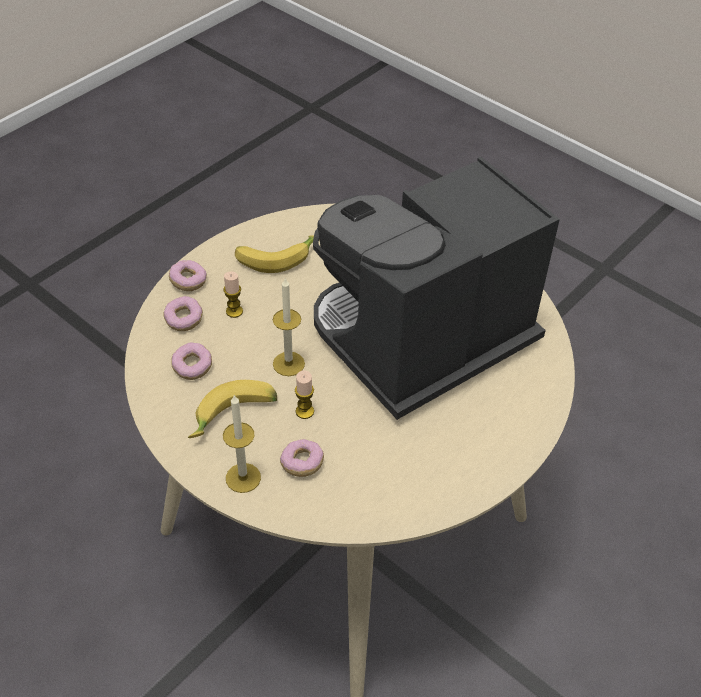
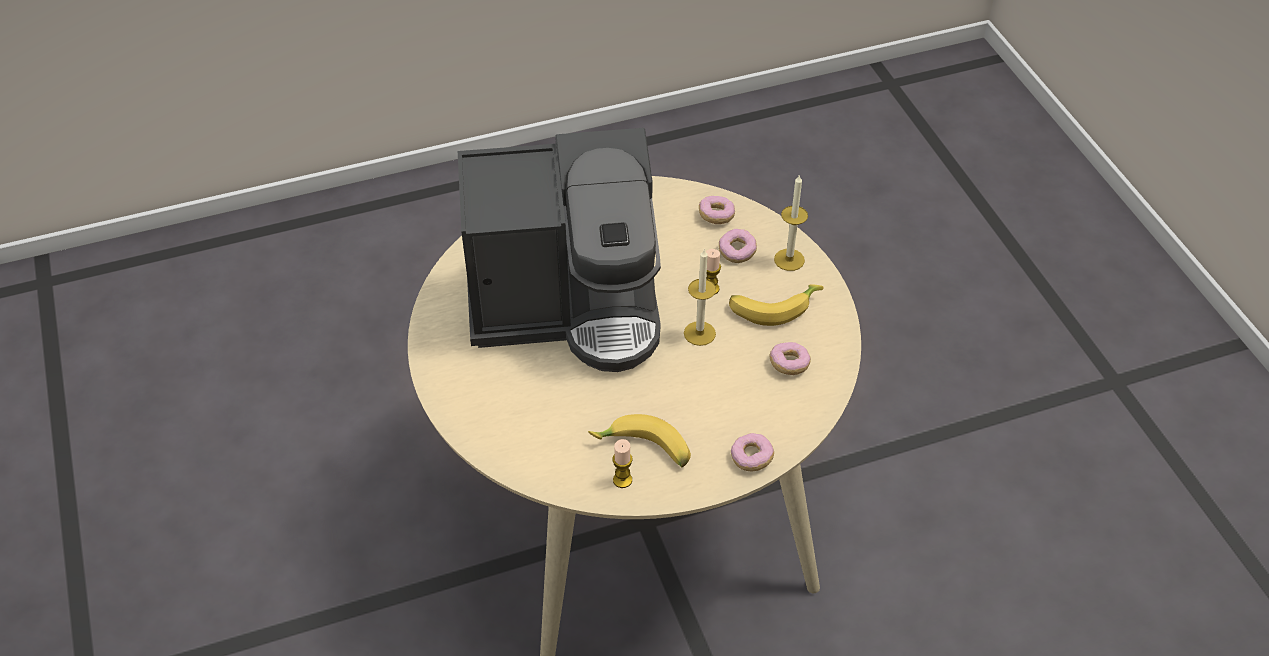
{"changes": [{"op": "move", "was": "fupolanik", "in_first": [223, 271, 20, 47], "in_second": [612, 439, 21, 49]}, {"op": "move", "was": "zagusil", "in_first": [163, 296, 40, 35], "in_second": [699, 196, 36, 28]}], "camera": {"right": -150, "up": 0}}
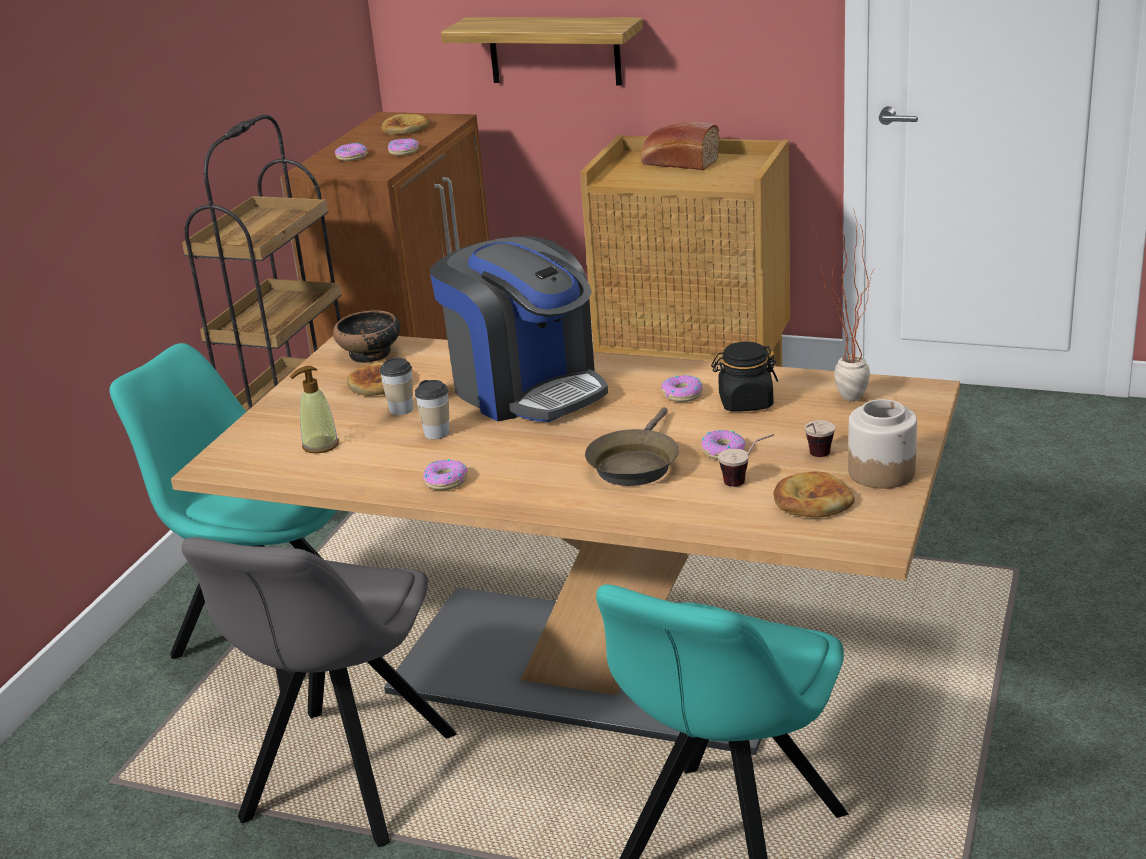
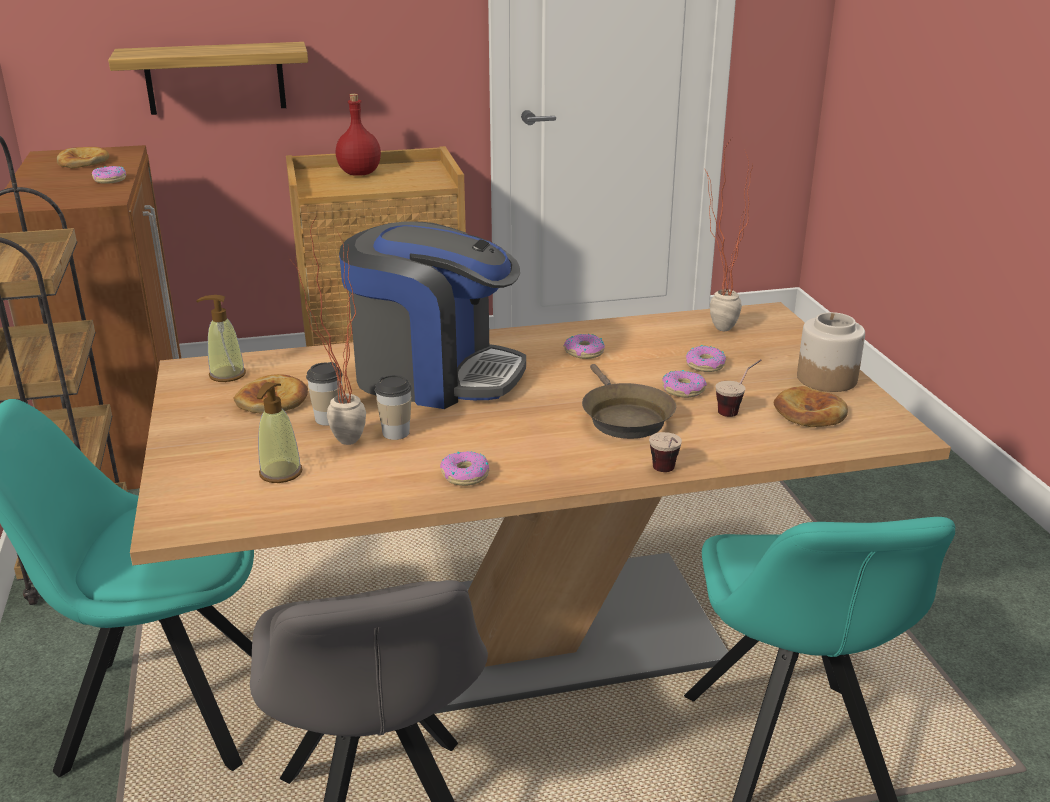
{"changes": [{"op": "replace", "was": "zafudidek", "now": "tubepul", "in_first": [333, 310, 68, 53], "in_second": [196, 295, 50, 87]}, {"op": "insert", "now": "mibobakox", "in_second": [289, 217, 77, 228]}, {"op": "replace", "was": "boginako", "now": "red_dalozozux", "in_first": [641, 121, 78, 49], "in_second": [336, 94, 45, 82]}, {"op": "move", "was": "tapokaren", "in_first": [805, 420, 30, 37], "in_second": [649, 432, 33, 40]}, {"op": "move", "was": "zagusil", "in_first": [335, 143, 33, 18], "in_second": [686, 345, 40, 27]}, {"op": "delete", "was": "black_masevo", "in_first": [711, 342, 67, 70]}], "camera": {"right": -35, "up": 0}}
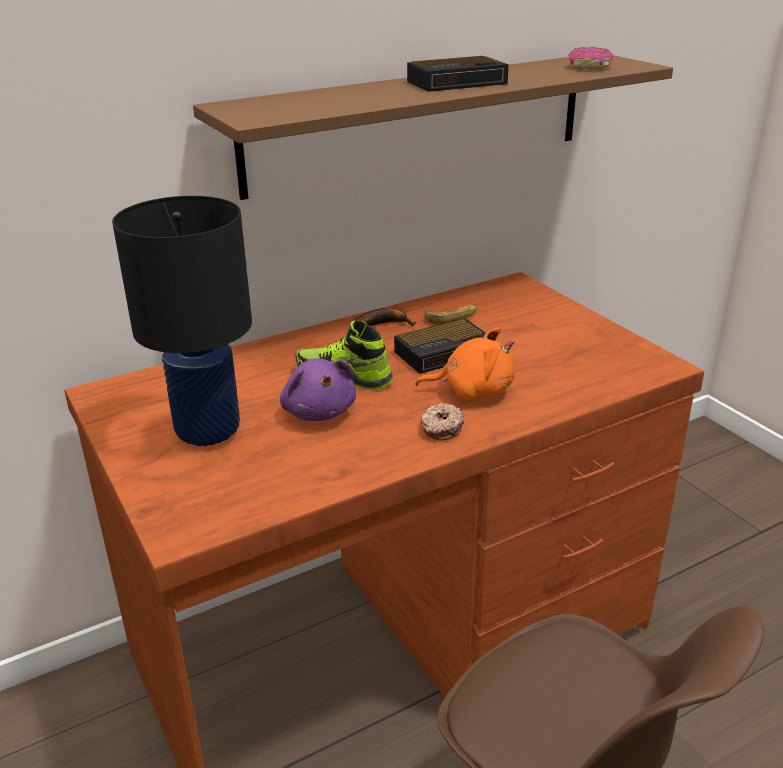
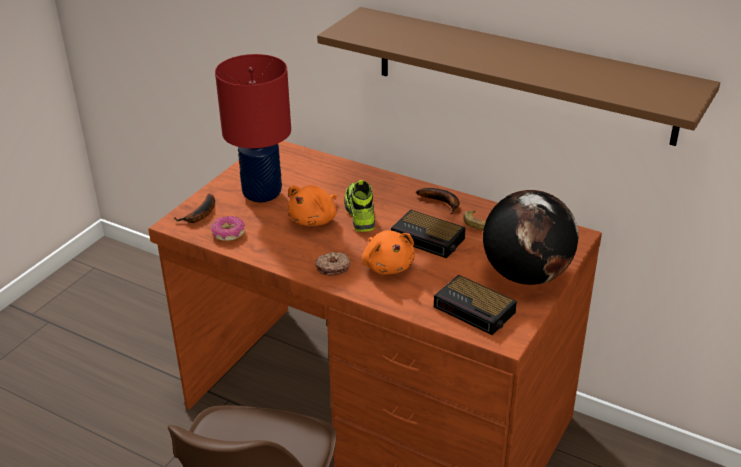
{"changes": [{"op": "insert", "now": "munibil", "in_second": [174, 194, 41, 29]}, {"op": "move", "was": "zagusil", "in_first": [568, 47, 45, 22], "in_second": [211, 216, 34, 25]}, {"op": "recolor", "was": "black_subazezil", "now": "red_subazezil", "in_first": [112, 196, 140, 250], "in_second": [215, 54, 76, 148]}, {"op": "recolor", "was": "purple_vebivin", "now": "orange_vebivin", "in_first": [280, 358, 76, 63], "in_second": [287, 185, 50, 41]}, {"op": "move", "was": "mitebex", "in_first": [407, 56, 102, 36], "in_second": [434, 275, 83, 60]}, {"op": "insert", "now": "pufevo", "in_second": [483, 190, 96, 95]}], "camera": {"right": 60, "up": 5}}
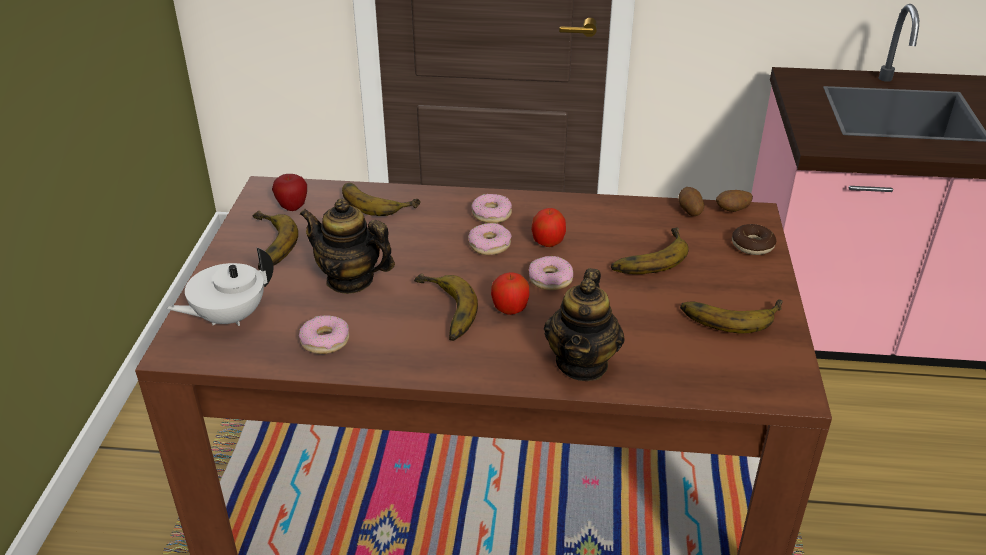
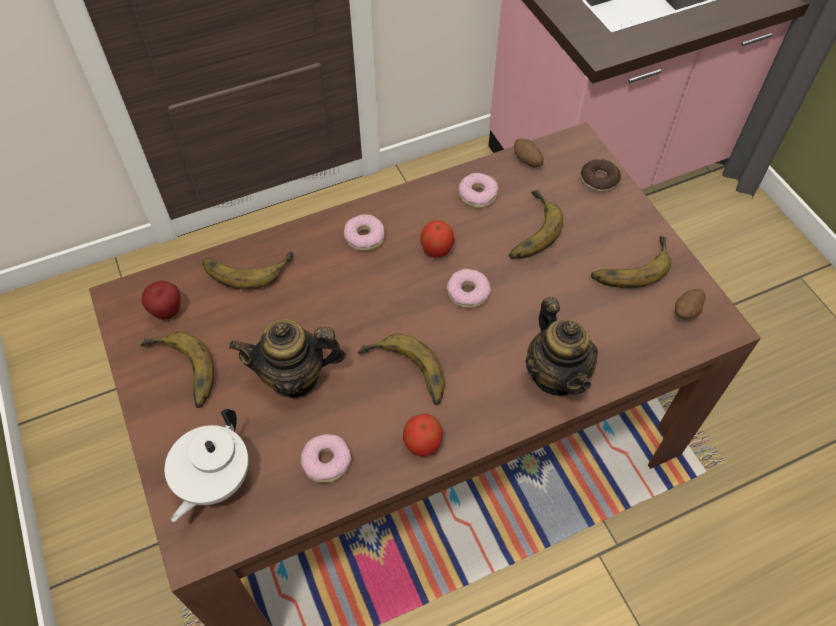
{"changes": [{"op": "move", "was": "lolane", "in_first": [491, 272, 39, 43], "in_second": [403, 414, 40, 42]}, {"op": "move", "was": "zagusil", "in_first": [468, 223, 44, 32], "in_second": [459, 173, 39, 35]}, {"op": "move", "was": "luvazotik", "in_first": [716, 190, 37, 22], "in_second": [675, 289, 31, 30]}], "camera": {"right": -30, "up": 20}}
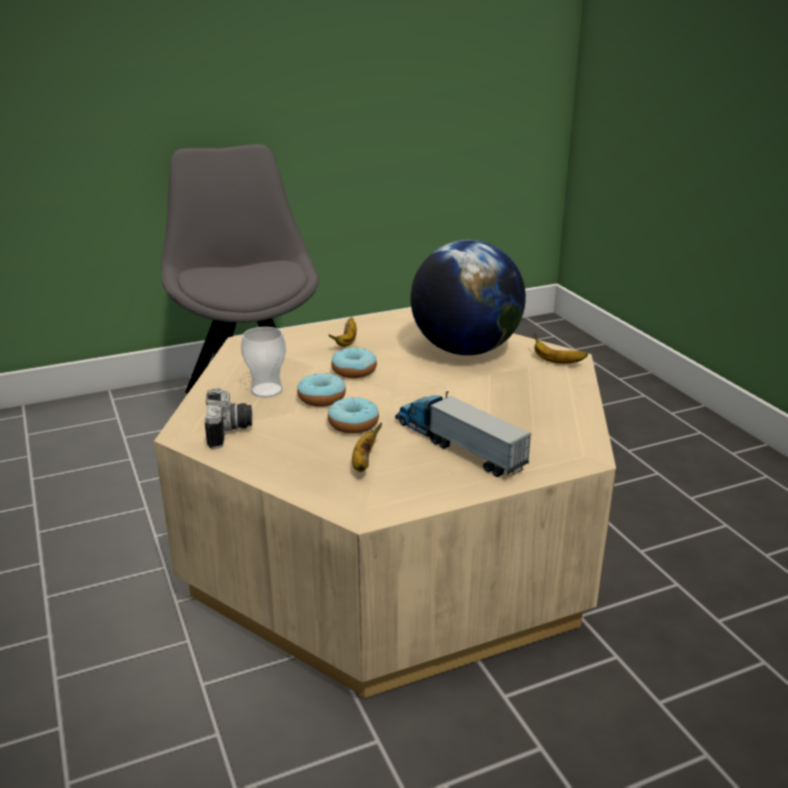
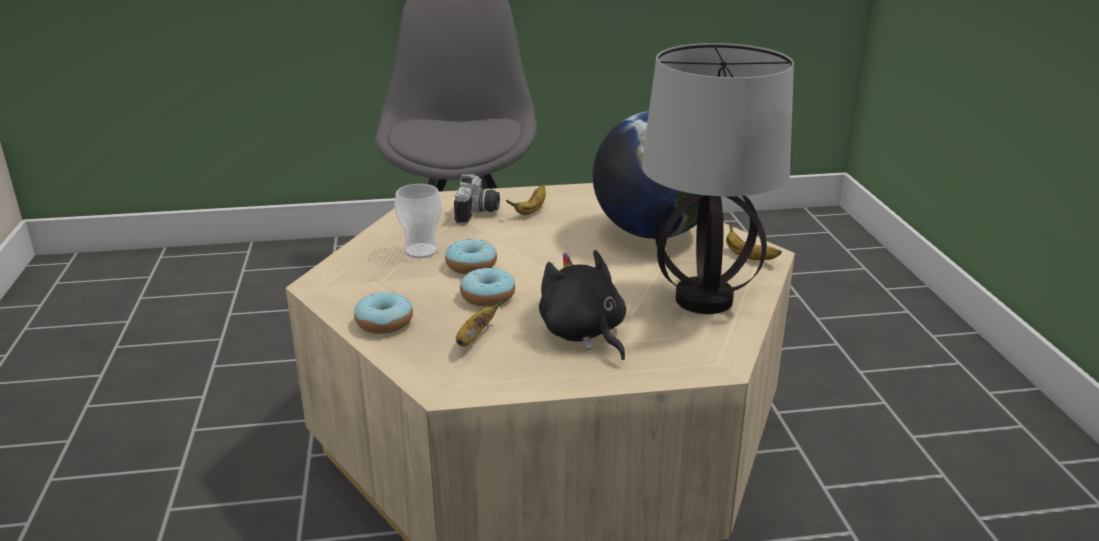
{"changes": [{"op": "move", "was": "zagusil", "in_first": [331, 347, 46, 31], "in_second": [354, 291, 59, 43]}, {"op": "move", "was": "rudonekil", "in_first": [205, 388, 47, 61], "in_second": [454, 174, 46, 51]}, {"op": "replace", "was": "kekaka", "now": "black_vebivin", "in_first": [395, 391, 137, 86], "in_second": [539, 250, 87, 110]}, {"op": "insert", "now": "subazezil", "in_second": [642, 43, 152, 271]}], "camera": {"right": 15, "up": 0}}
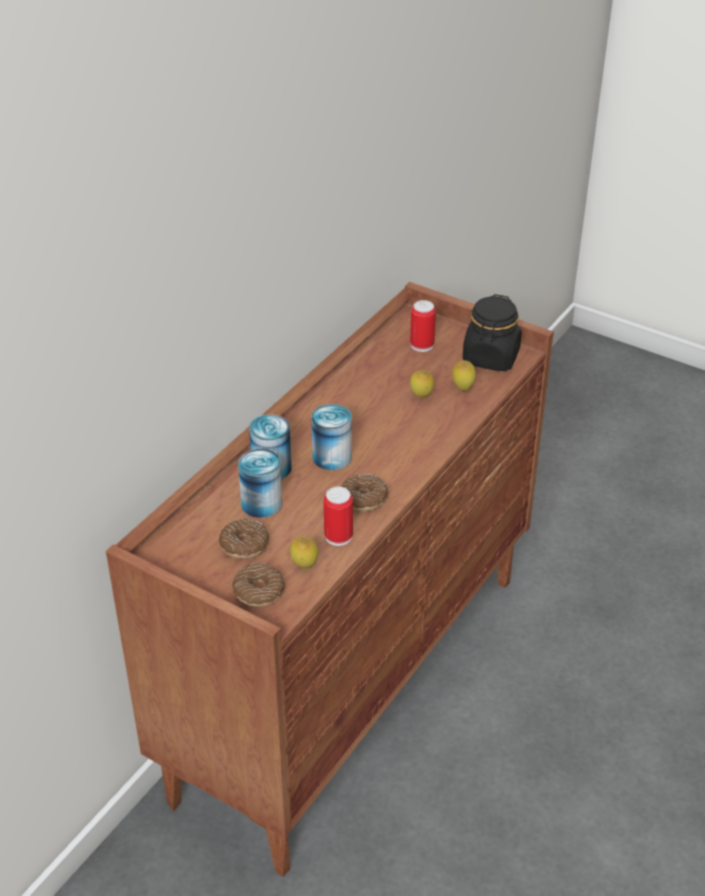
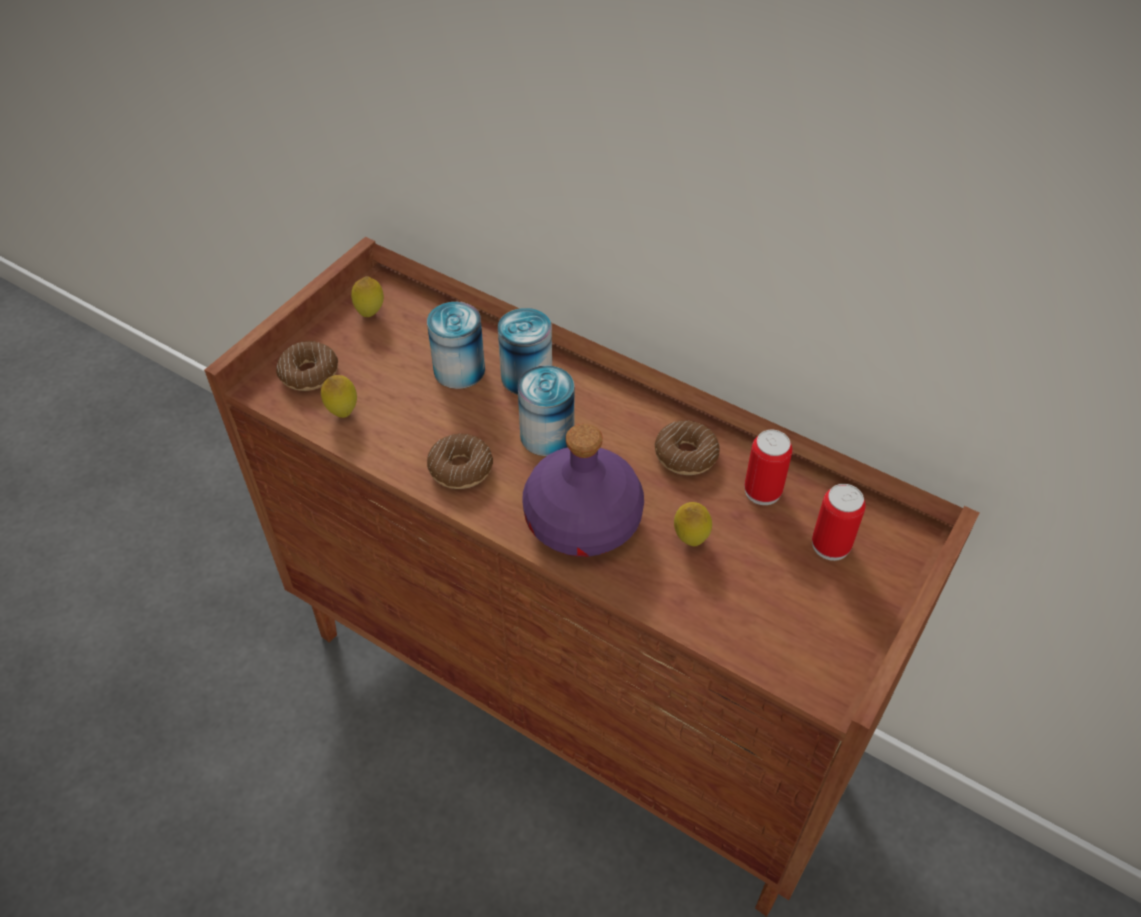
{"changes": [{"op": "move", "was": "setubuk", "in_first": [452, 360, 24, 31], "in_second": [351, 276, 33, 41]}, {"op": "insert", "now": "purple_dalozozux", "in_second": [522, 424, 122, 133]}, {"op": "move", "was": "zagusil", "in_first": [219, 519, 50, 40], "in_second": [655, 421, 64, 54]}, {"op": "move", "was": "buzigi", "in_first": [324, 487, 29, 59], "in_second": [744, 430, 49, 75]}, {"op": "delete", "was": "black_masevo", "in_first": [463, 294, 59, 77]}], "camera": {"right": 90, "up": 10}}
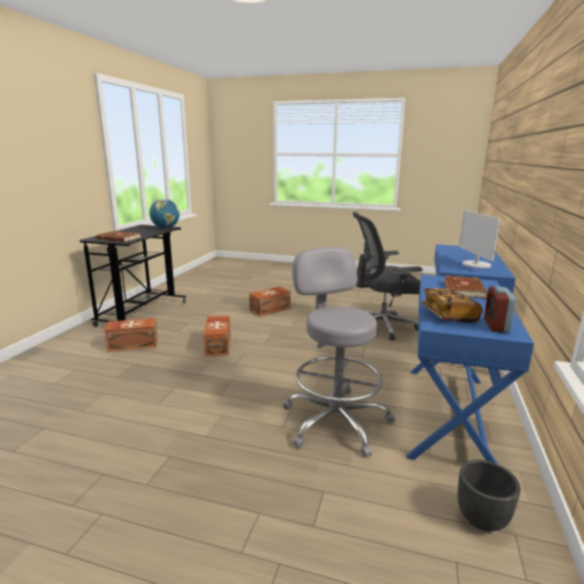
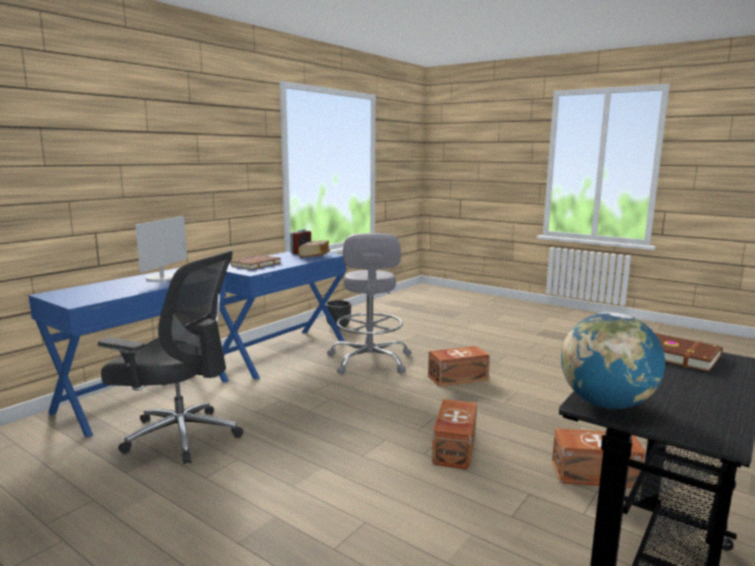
{"changes": [{"op": "move", "was": "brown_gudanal", "in_first": [249, 287, 42, 30], "in_second": [428, 346, 62, 41]}], "camera": {"right": -160, "up": -5}}
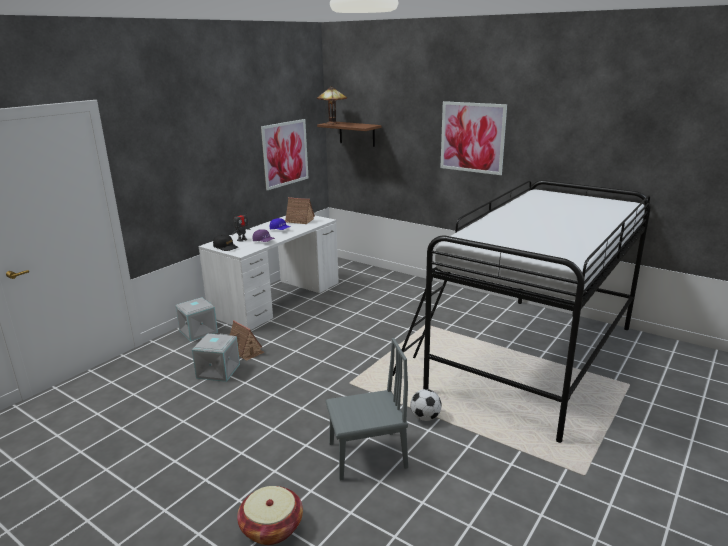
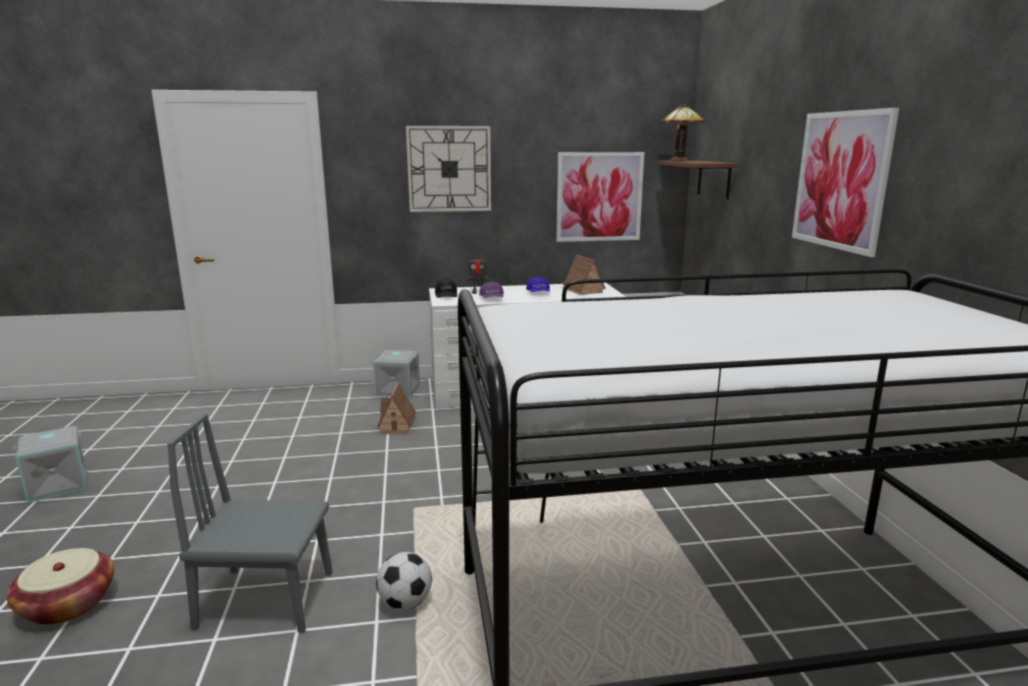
{"changes": [{"op": "move", "was": "grey_gudanal", "in_first": [192, 334, 48, 48], "in_second": [12, 426, 75, 77]}, {"op": "rotate", "was": "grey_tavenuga", "in_first": [326, 338, 82, 143], "in_second": [167, 413, 165, 220], "clockwise": 150}, {"op": "insert", "now": "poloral", "in_second": [406, 126, 85, 86]}], "camera": {"right": 45, "up": -5}}
